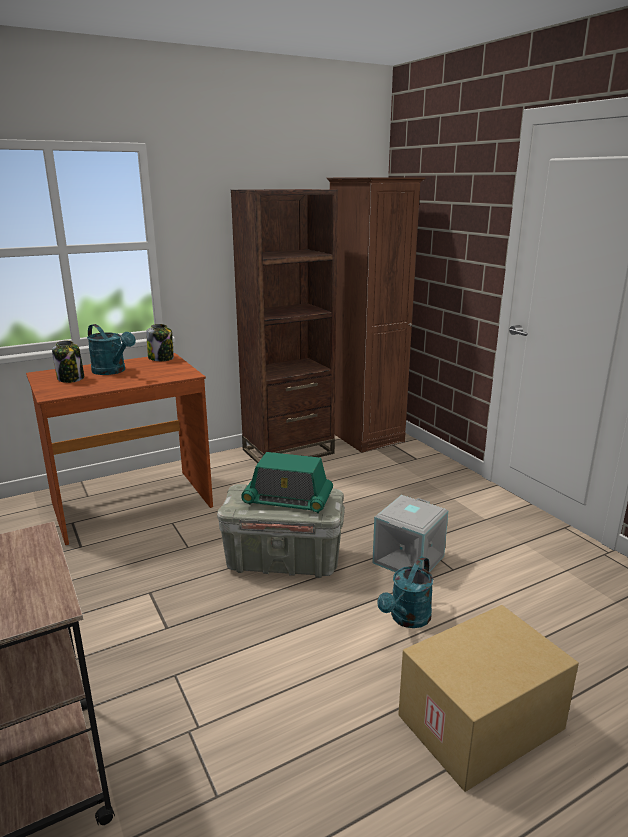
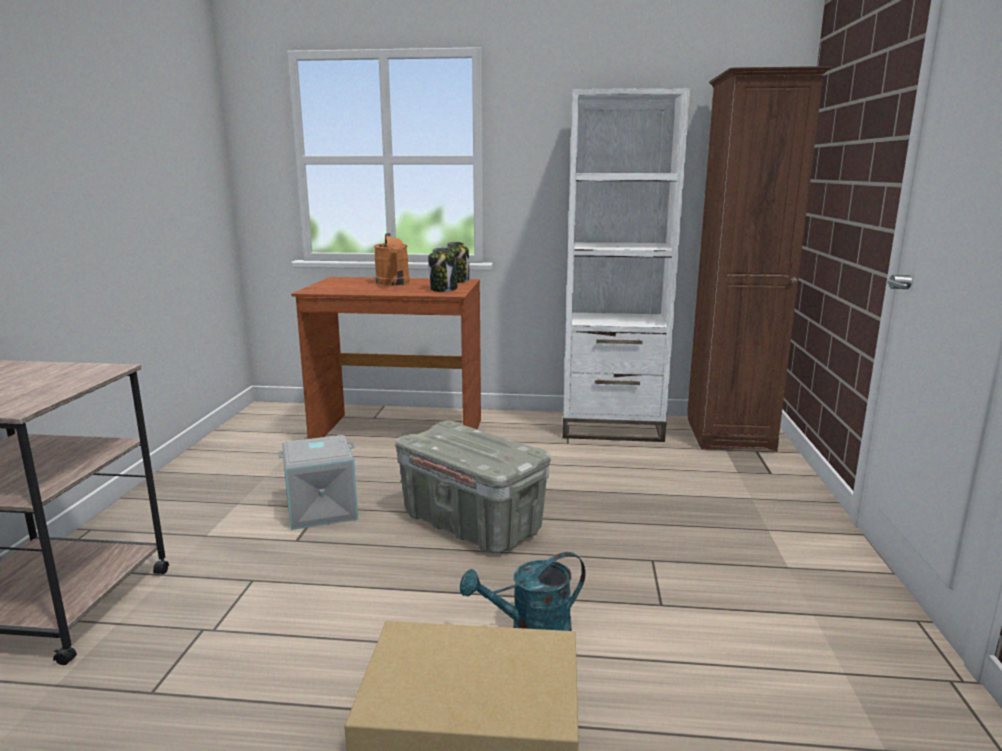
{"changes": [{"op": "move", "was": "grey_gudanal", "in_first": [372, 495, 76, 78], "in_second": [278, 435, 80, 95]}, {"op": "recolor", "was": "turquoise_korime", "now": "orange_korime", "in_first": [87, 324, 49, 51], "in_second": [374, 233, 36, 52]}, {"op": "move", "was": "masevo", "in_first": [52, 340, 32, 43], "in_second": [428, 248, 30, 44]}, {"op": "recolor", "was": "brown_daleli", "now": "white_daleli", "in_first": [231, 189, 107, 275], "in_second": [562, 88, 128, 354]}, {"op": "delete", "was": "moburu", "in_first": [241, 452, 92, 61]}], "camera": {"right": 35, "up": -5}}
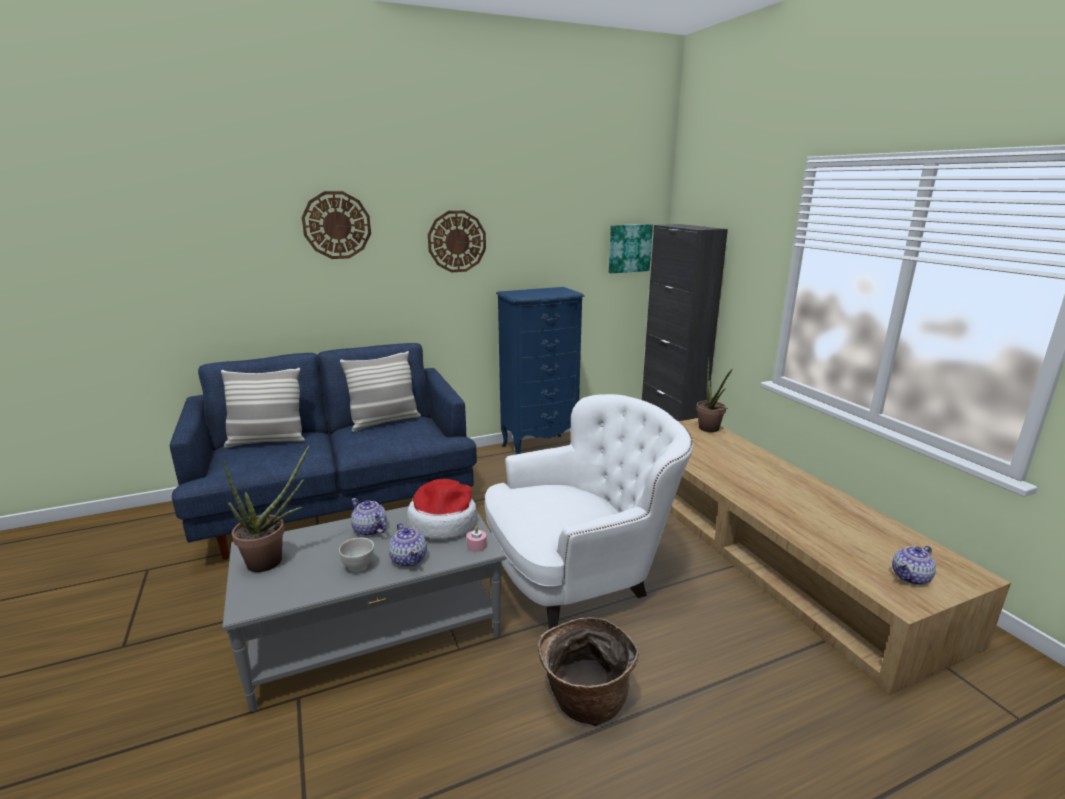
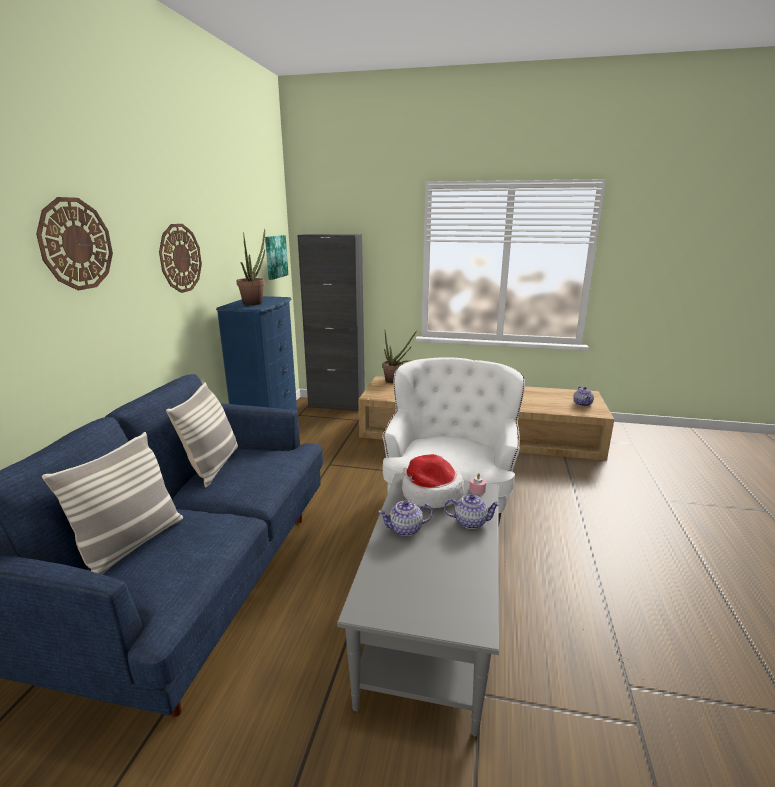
{"changes": [{"op": "move", "was": "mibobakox", "in_first": [223, 445, 87, 127], "in_second": [236, 229, 29, 76]}, {"op": "delete", "was": "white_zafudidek", "in_first": [339, 537, 35, 35]}, {"op": "delete", "was": "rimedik", "in_first": [538, 617, 101, 109]}], "camera": {"right": -55, "up": 0}}
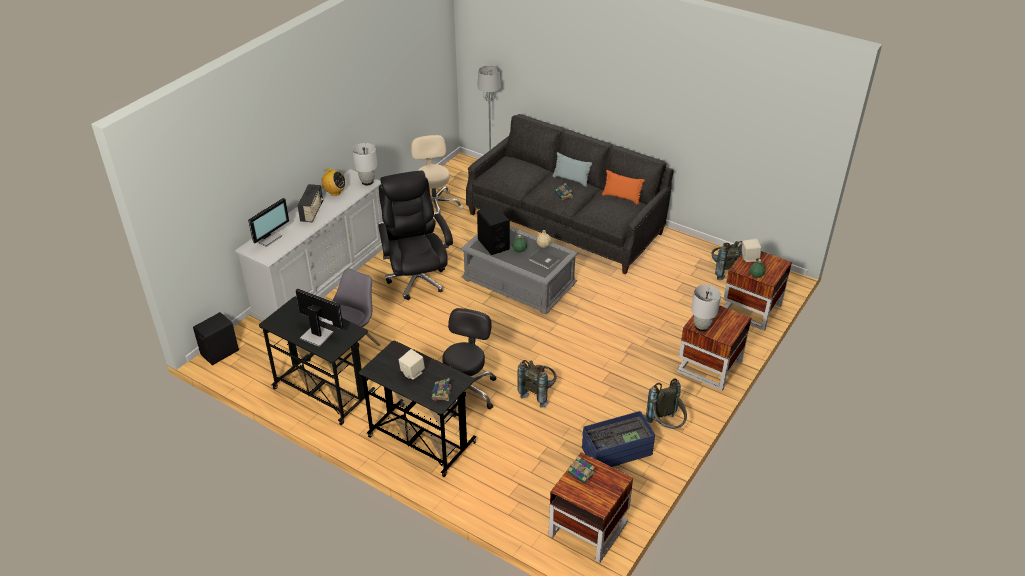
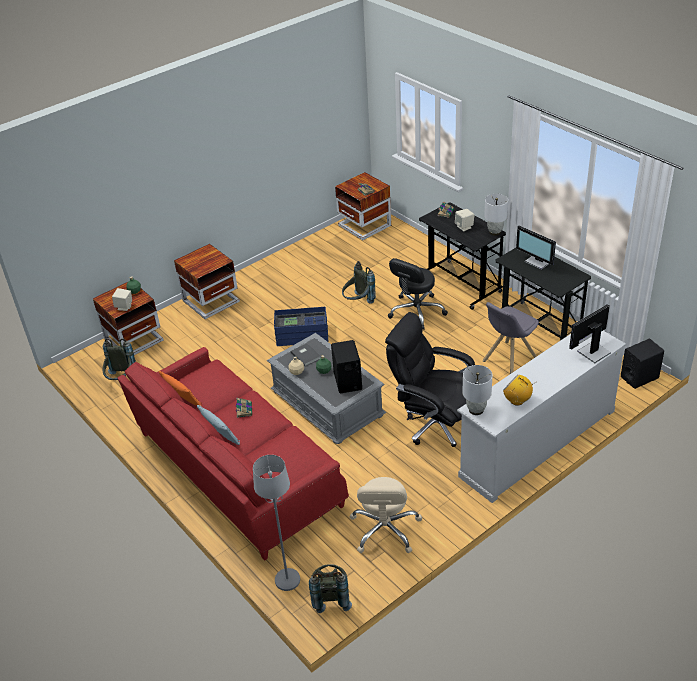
{"changes": [{"op": "recolor", "was": "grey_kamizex", "now": "red_kamizex", "in_first": [466, 114, 208, 161], "in_second": [117, 347, 232, 214]}, {"op": "move", "was": "blue_gudanal", "in_first": [582, 411, 73, 56], "in_second": [274, 307, 54, 39]}, {"op": "move", "was": "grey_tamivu", "in_first": [645, 378, 42, 51], "in_second": [309, 564, 43, 49]}, {"op": "rotate", "was": "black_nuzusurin", "in_first": [378, 171, 75, 129], "in_second": [385, 312, 90, 135], "clockwise": 120}, {"op": "move", "was": "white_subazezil", "in_first": [691, 285, 30, 47], "in_second": [484, 194, 24, 42]}, {"op": "delete", "was": "moburu", "in_first": [297, 184, 26, 38]}], "camera": {"right": -160, "up": 0}}
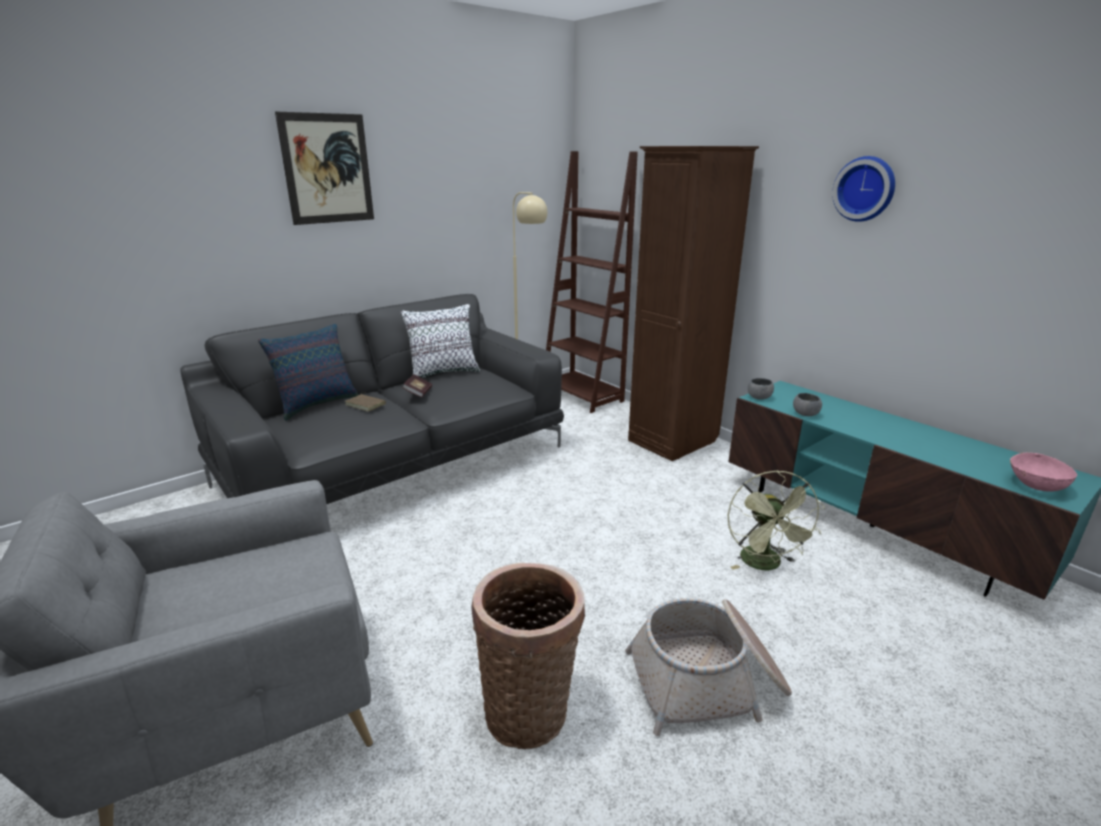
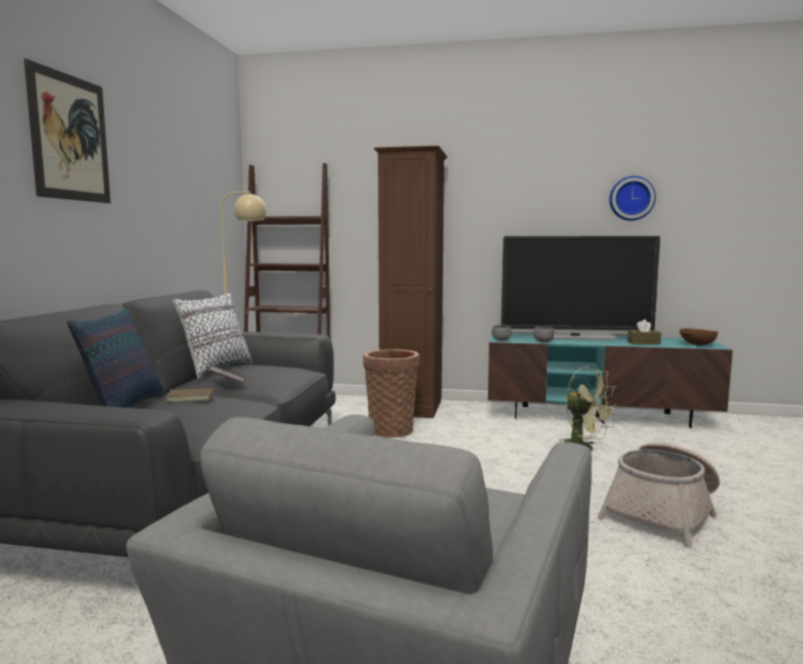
{"changes": [{"op": "move", "was": "rimedik", "in_first": [471, 563, 114, 186], "in_second": [363, 349, 57, 89]}, {"op": "insert", "now": "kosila", "in_second": [501, 236, 160, 104]}, {"op": "move", "was": "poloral", "in_first": [832, 156, 63, 66], "in_second": [609, 176, 47, 45]}, {"op": "insert", "now": "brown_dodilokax", "in_second": [627, 319, 34, 26]}, {"op": "recolor", "was": "pink_zafudidek", "now": "brown_zafudidek", "in_first": [1010, 452, 67, 40], "in_second": [679, 328, 39, 18]}], "camera": {"right": -40, "up": -15}}
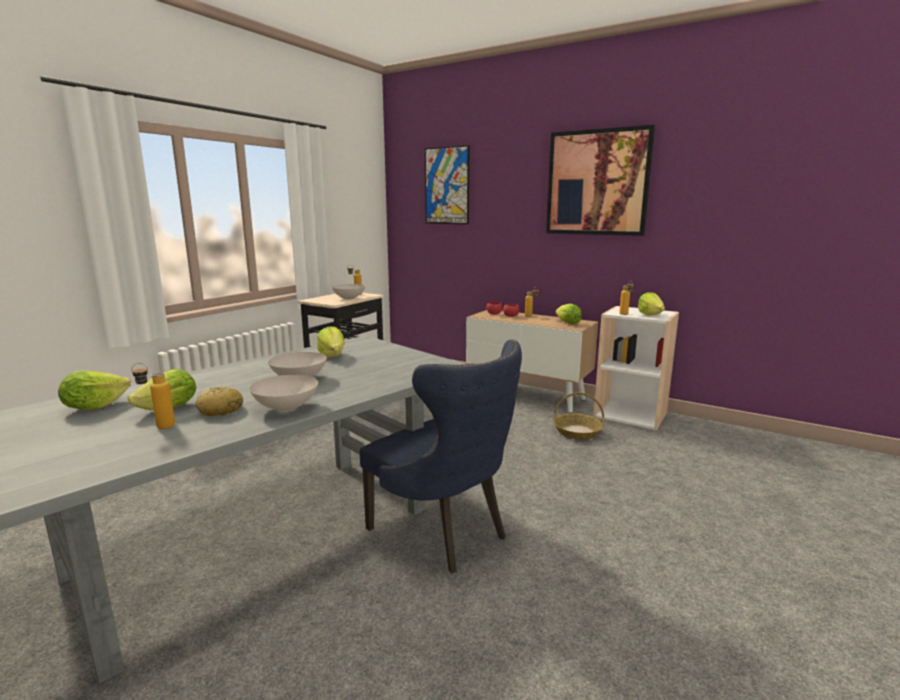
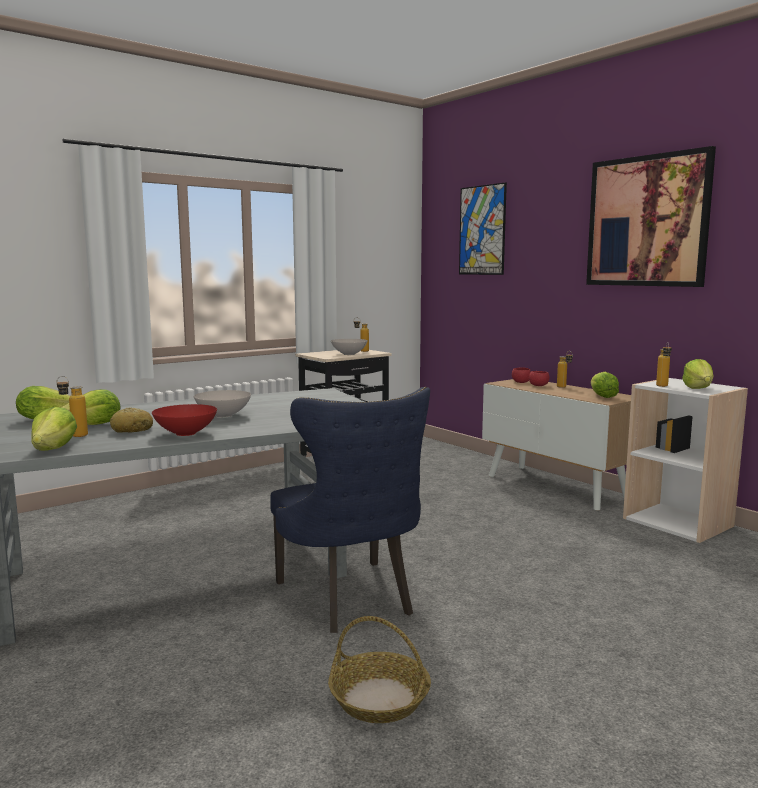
{"changes": [{"op": "move", "was": "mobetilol", "in_first": [317, 327, 28, 31], "in_second": [31, 407, 46, 44]}, {"op": "recolor", "was": "white_zafudidek", "now": "red_zafudidek", "in_first": [249, 375, 69, 37], "in_second": [152, 404, 65, 32]}, {"op": "move", "was": "rimedik", "in_first": [553, 393, 51, 47], "in_second": [328, 616, 103, 107]}], "camera": {"right": 20, "up": -5}}
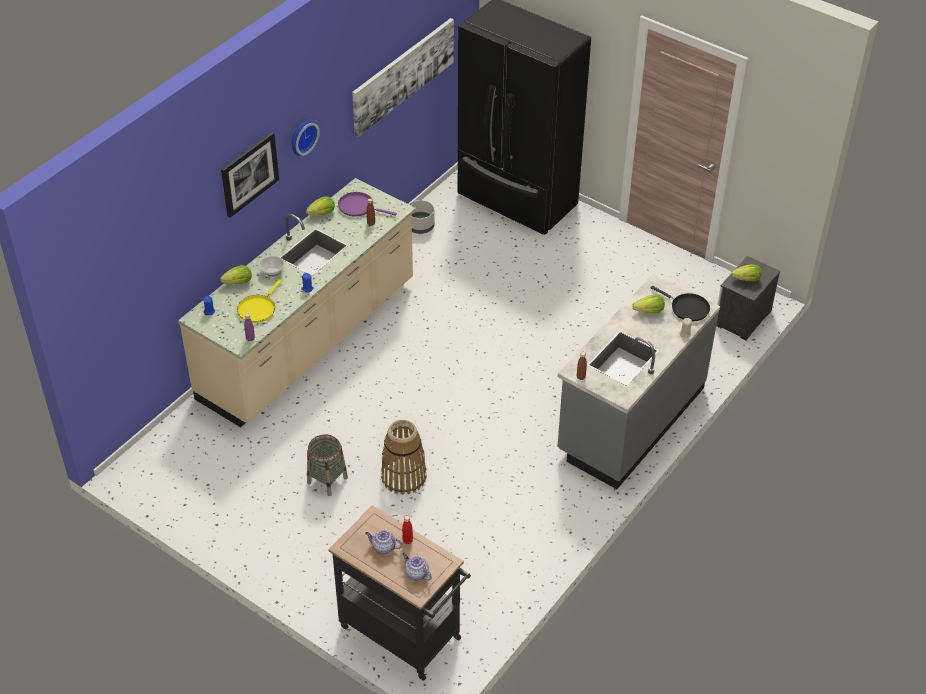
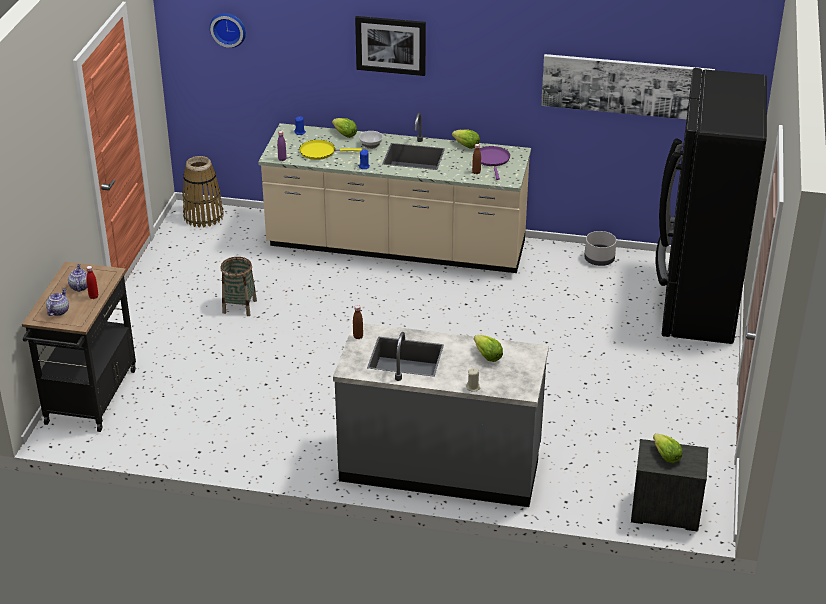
{"changes": [{"op": "move", "was": "rimedik", "in_first": [381, 420, 46, 75], "in_second": [182, 156, 42, 72]}, {"op": "move", "was": "poloral", "in_first": [292, 120, 28, 36], "in_second": [210, 13, 36, 35]}, {"op": "delete", "was": "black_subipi", "in_first": [651, 286, 59, 35]}], "camera": {"right": 65, "up": -10}}
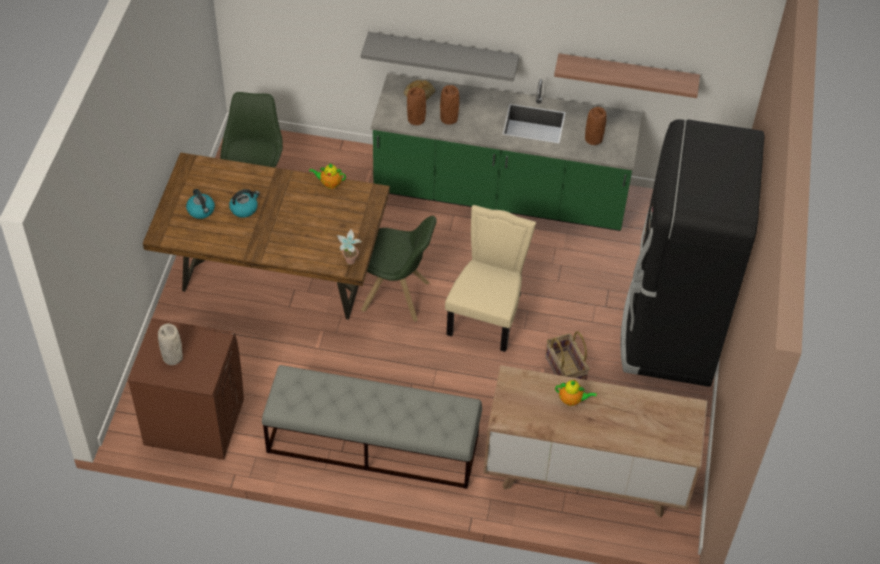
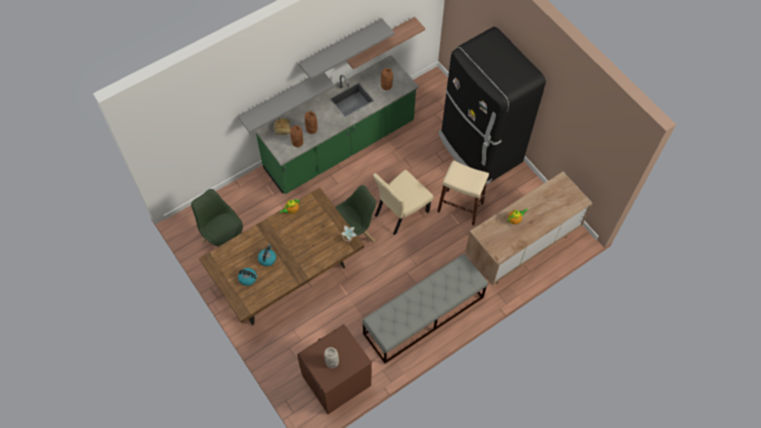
{"changes": [{"op": "insert", "now": "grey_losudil", "in_second": [298, 18, 97, 62]}, {"op": "rotate", "was": "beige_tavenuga", "in_first": [445, 205, 91, 147], "in_second": [373, 170, 60, 65], "clockwise": -105}, {"op": "replace", "was": "rimedik", "now": "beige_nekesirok", "in_first": [545, 331, 44, 49], "in_second": [437, 160, 52, 65]}], "camera": {"right": -45, "up": 10}}
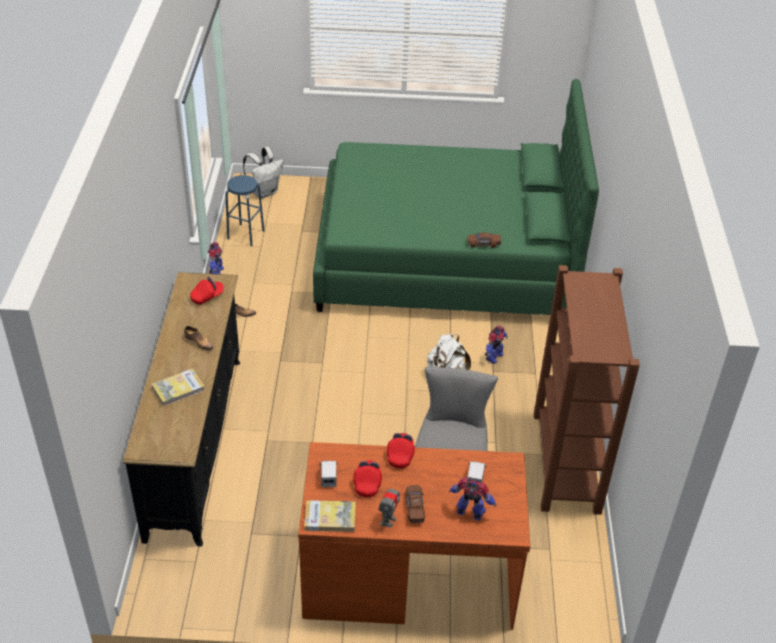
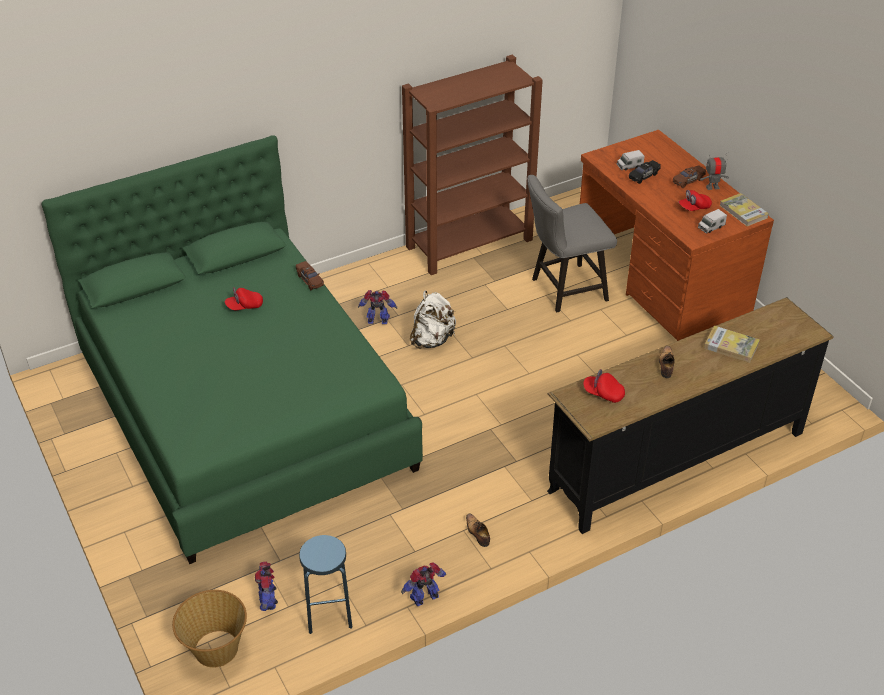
{"changes": [{"op": "replace", "was": "white_tamivu", "now": "rimedik", "in_first": [243, 147, 41, 52], "in_second": [172, 590, 75, 78]}, {"op": "move", "was": "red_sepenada", "in_first": [387, 433, 28, 35], "in_second": [225, 287, 38, 23]}, {"op": "move", "was": "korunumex", "in_first": [449, 477, 47, 44], "in_second": [255, 562, 23, 49]}, {"op": "insert", "now": "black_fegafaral", "in_second": [629, 160, 32, 24]}], "camera": {"right": -120, "up": 0}}
